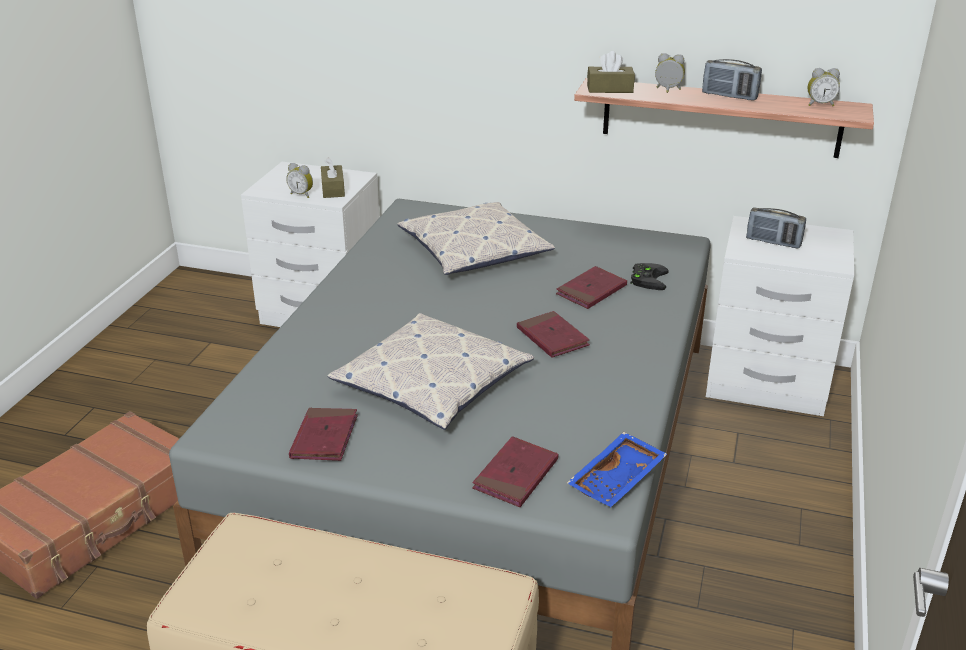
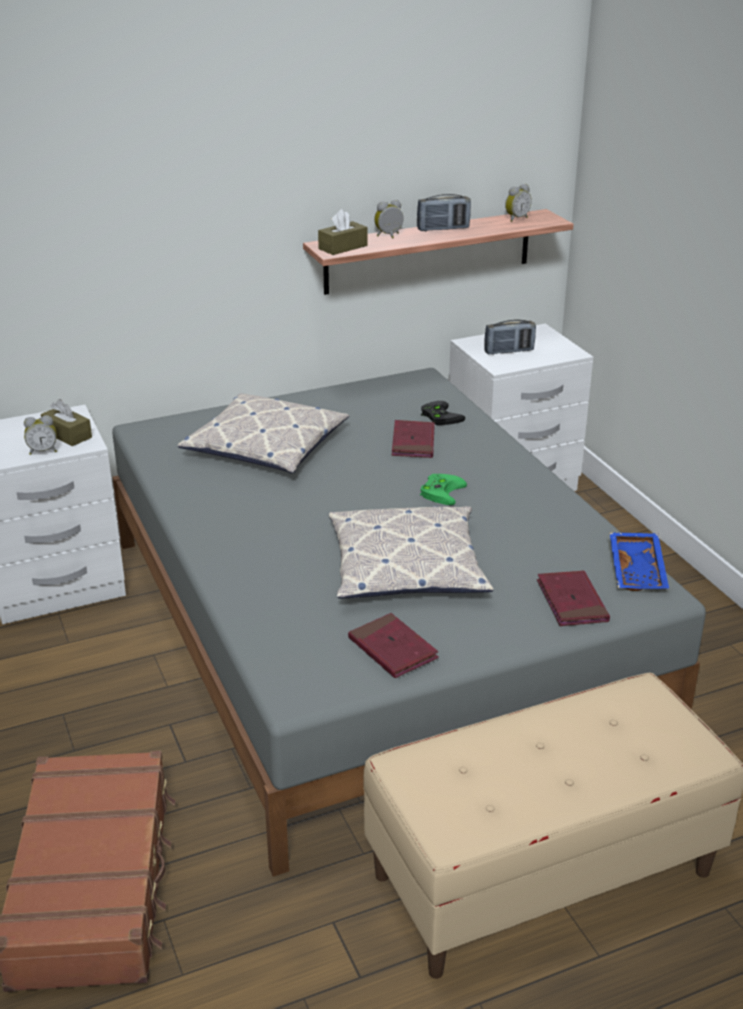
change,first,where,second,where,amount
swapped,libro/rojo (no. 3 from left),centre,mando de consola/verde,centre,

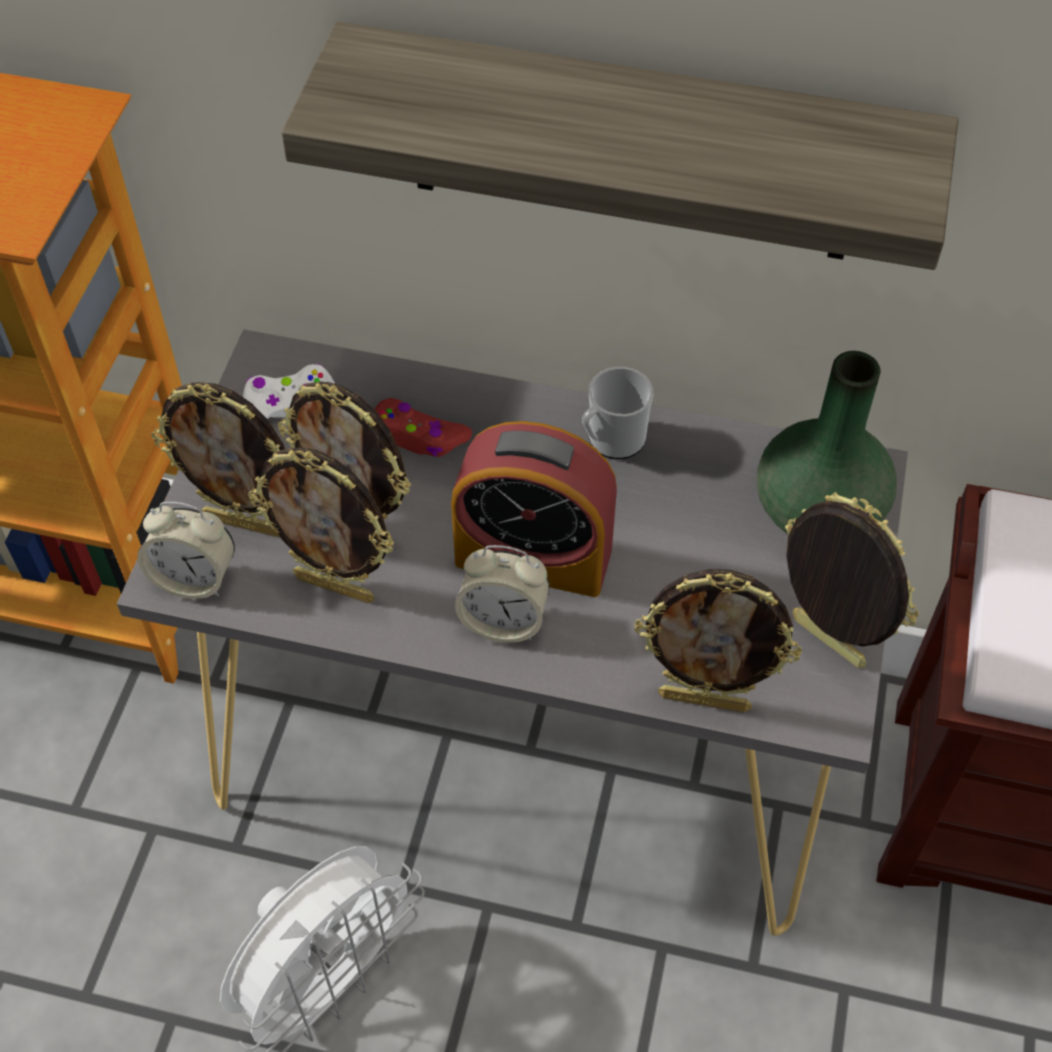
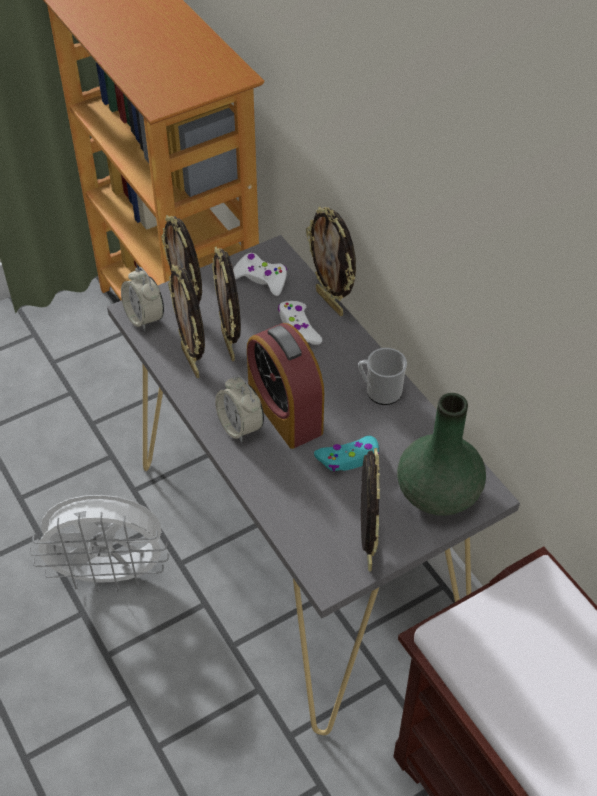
change,first,where,second,where,amount
gone,estante,top centre,,,
repainted,mando de consola/rojo,centre,mando de consola/blanco (no. 2 from left),centre,
shifted,portarretratos (no. 4 from left),middle right,,top centre,
new,,,mando de consola/turquesa,centre,

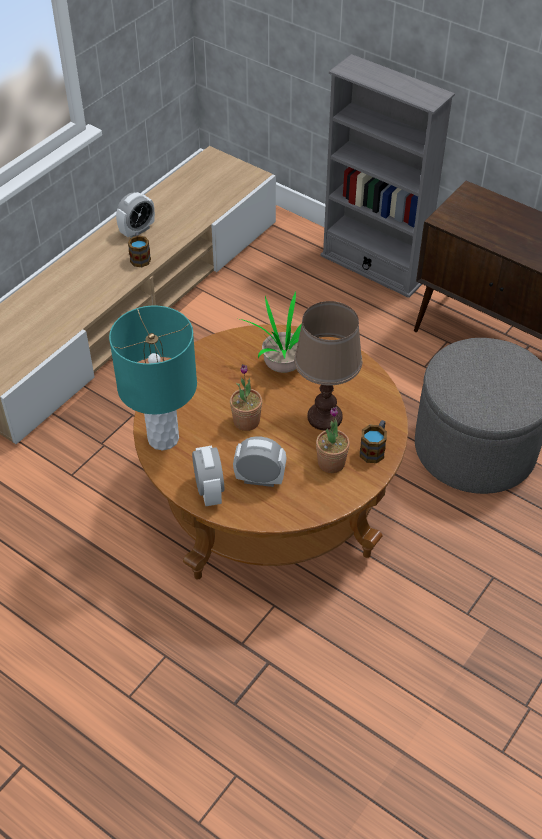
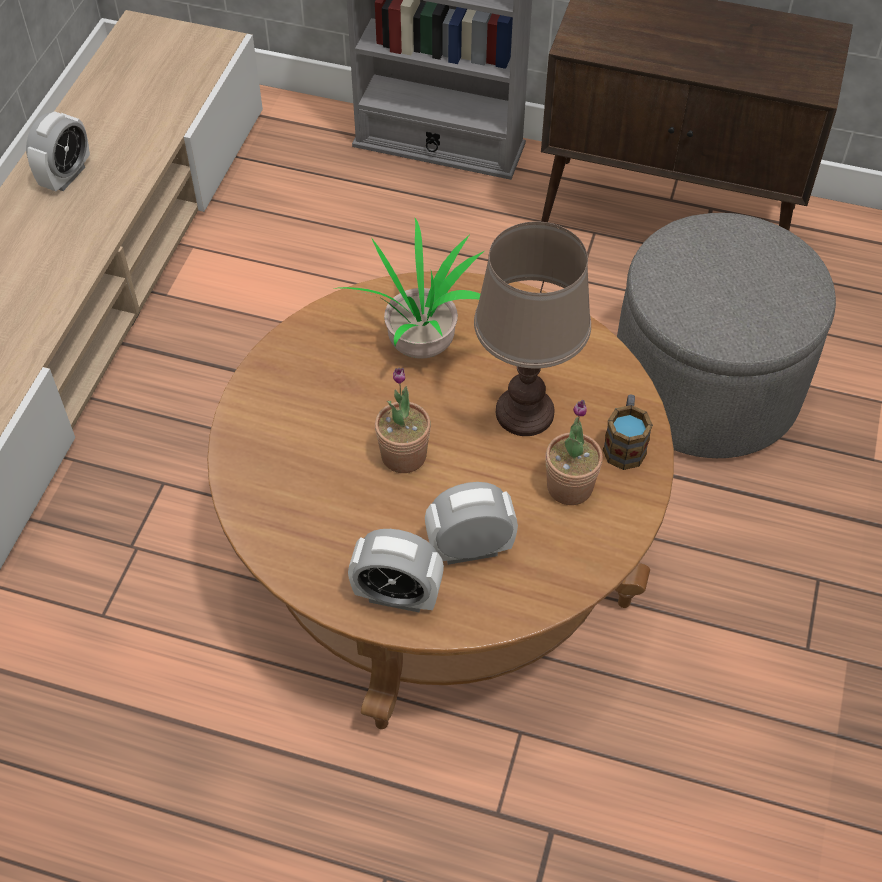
change,first,where,second,where,amount
gone,taza grande (no. 1 from left),top left,,,
gone,lámpara de mesa/turquesa,middle left,,,
rotated,despertador (no. 2 from left),centre,,centre,135 degrees clockwise

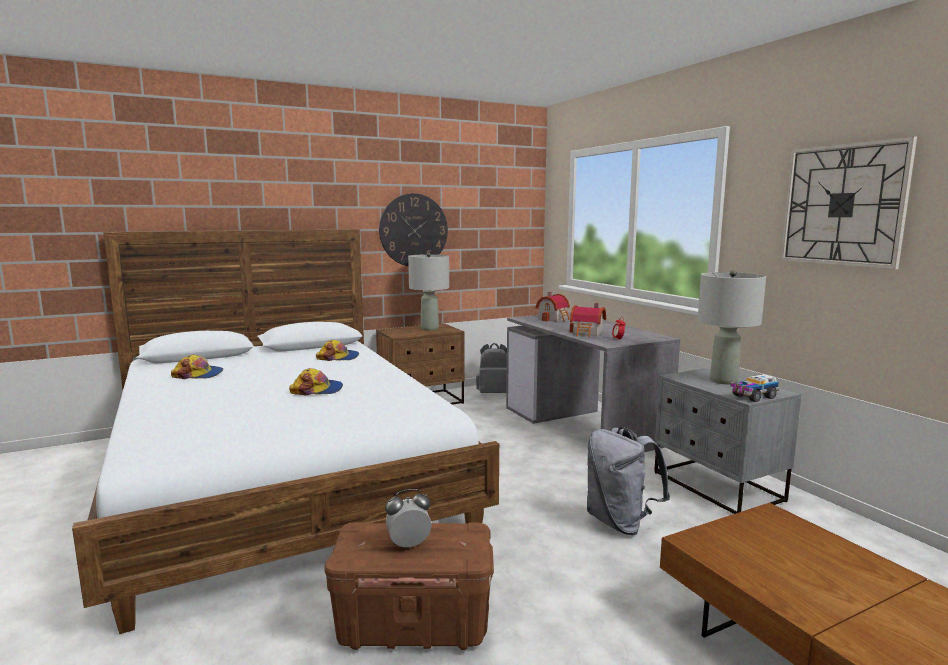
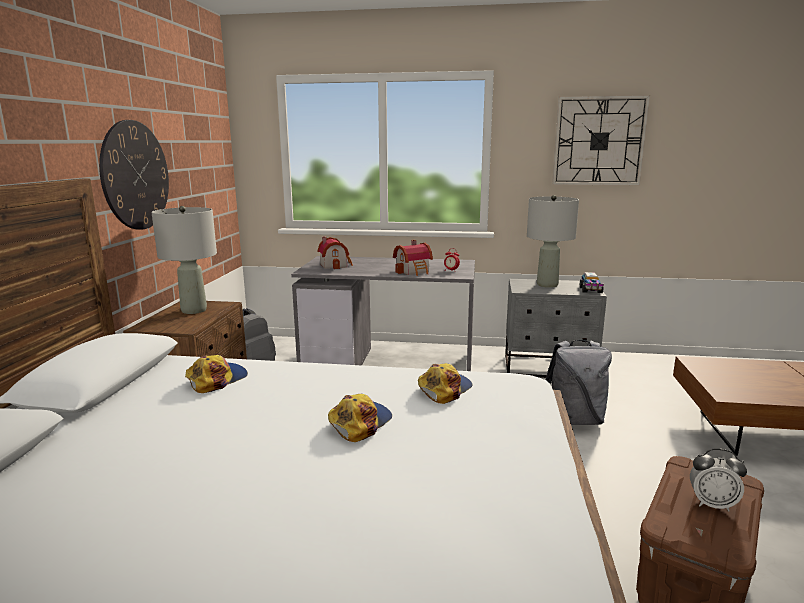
change,first,where,second,where,amount
shifted,gorra (no. 1 from left in the first image),middle left,gorra (no. 3 from left),centre,
rotated,despertador (no. 1 from left in the first image),bottom centre,despertador (no. 2 from left),bottom right,90 degrees counterclockwise

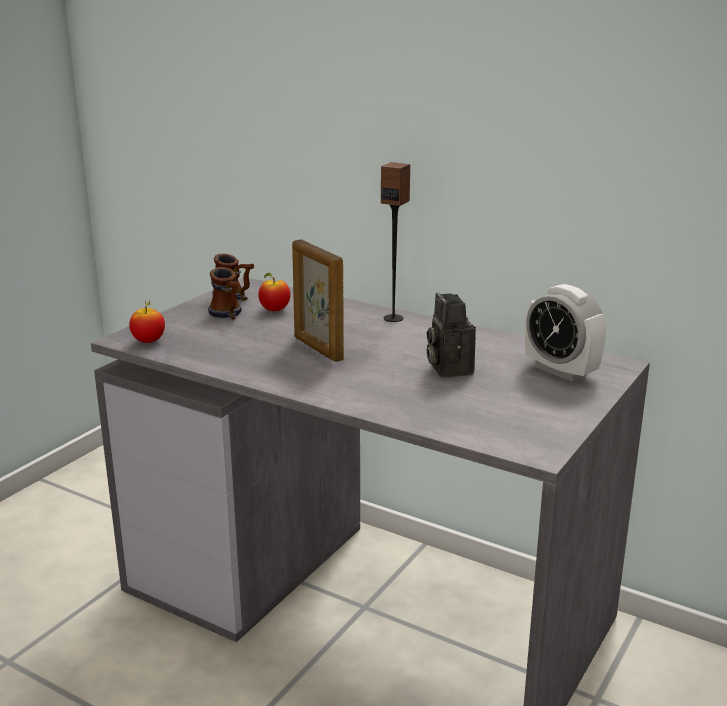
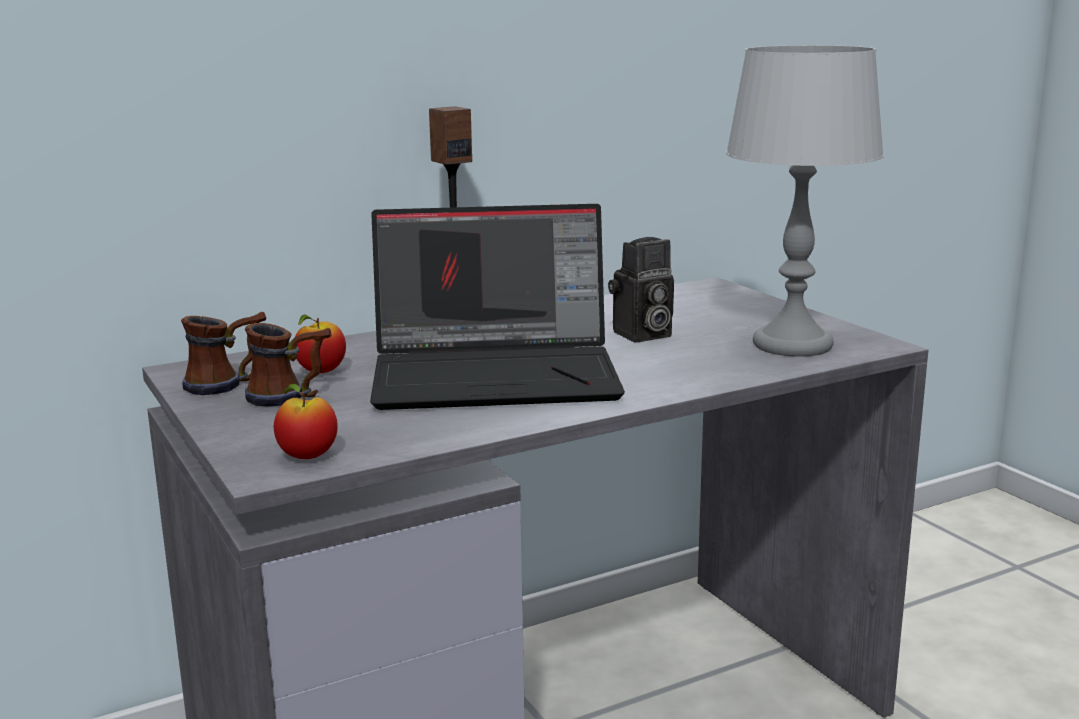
change,first,where,second,where,amount
swapped,portarretratos,centre,portátil,centre,
gone,despertador,middle right,,,
rotated,cámara,centre,,centre,45 degrees counterclockwise
new,,,lámpara de mesa/gris,top right,

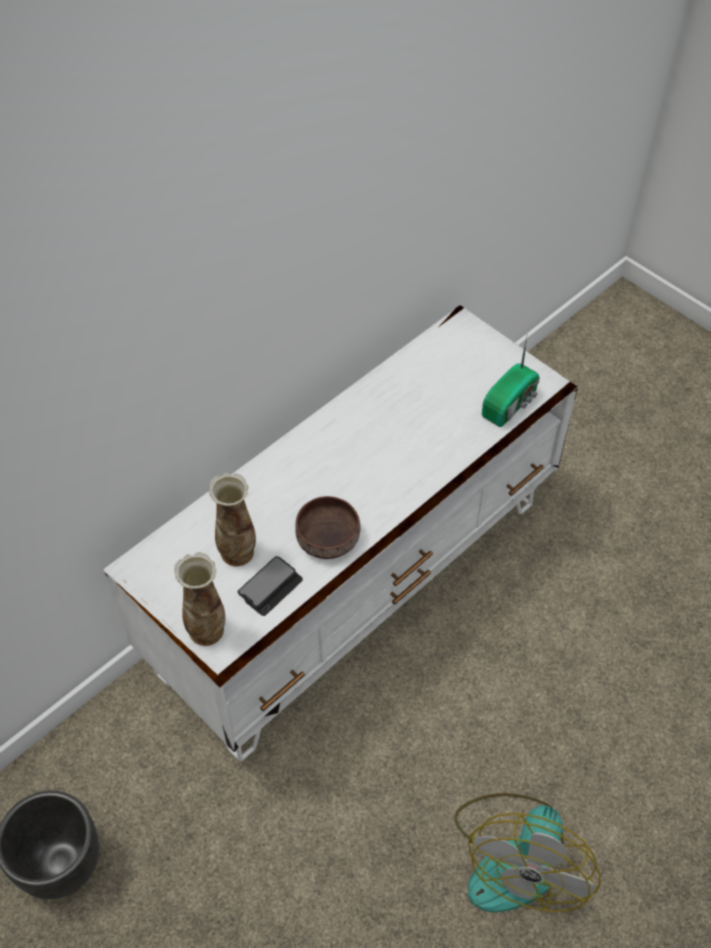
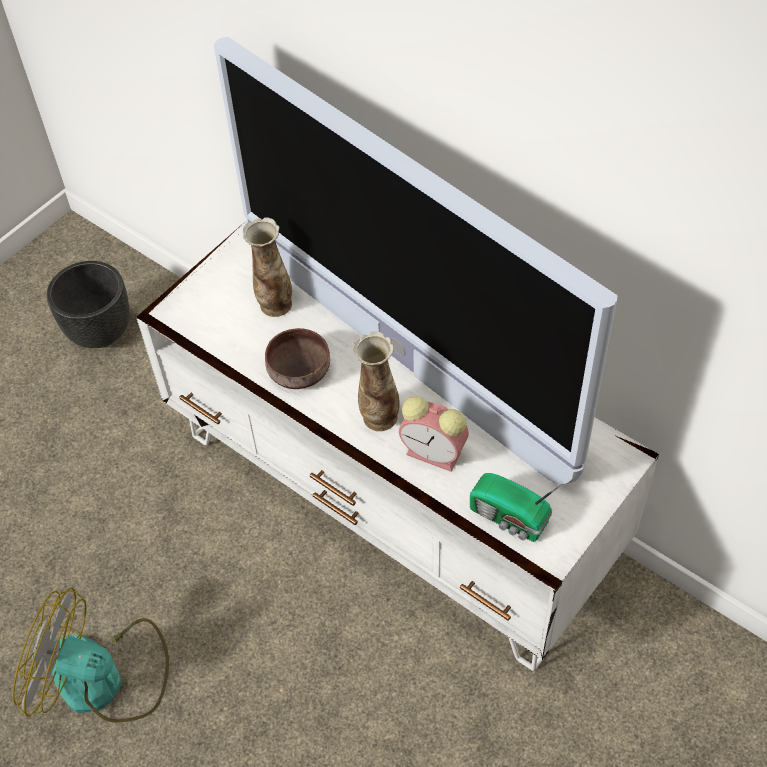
change,first,where,second,where,amount
shifted,florero (no. 1 from left in the first image),middle left,florero (no. 2 from left),centre,
gone,móvil,centre,,,
new,,,televisor,centre,
new,,,despertador,centre,

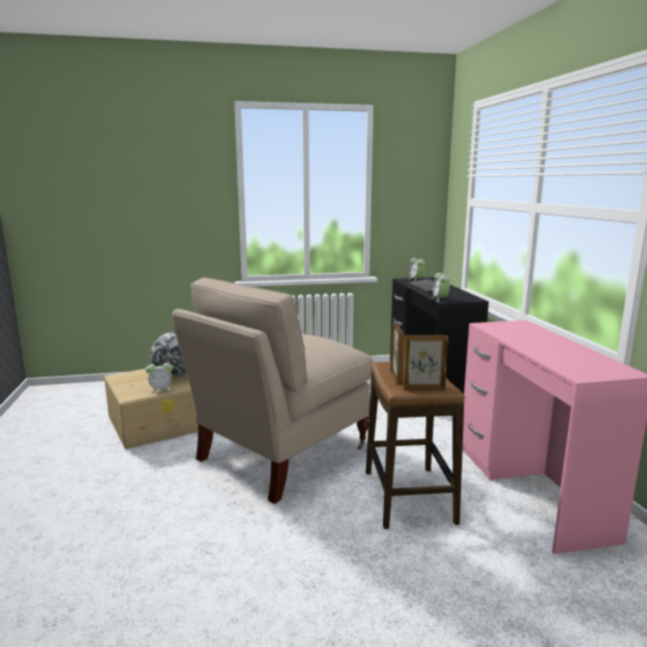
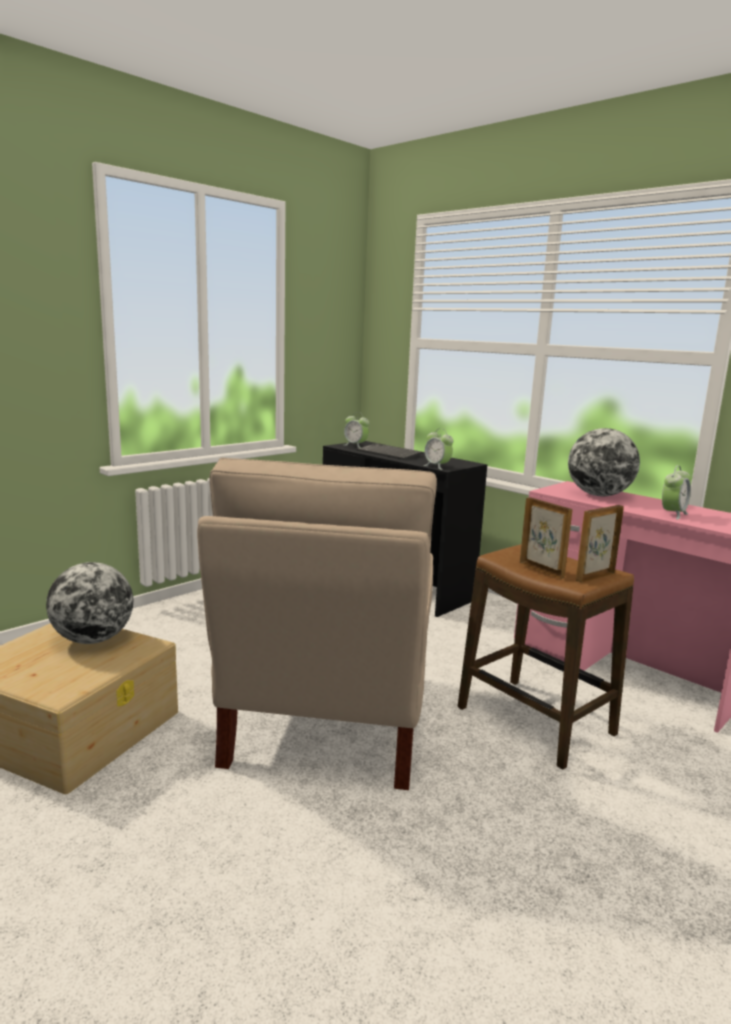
change,first,where,second,where,amount
shifted,despertador (no. 1 from left in the first image),middle left,despertador (no. 3 from left),middle right,
new,,,globo terráqueo (no. 2 from left),middle right,

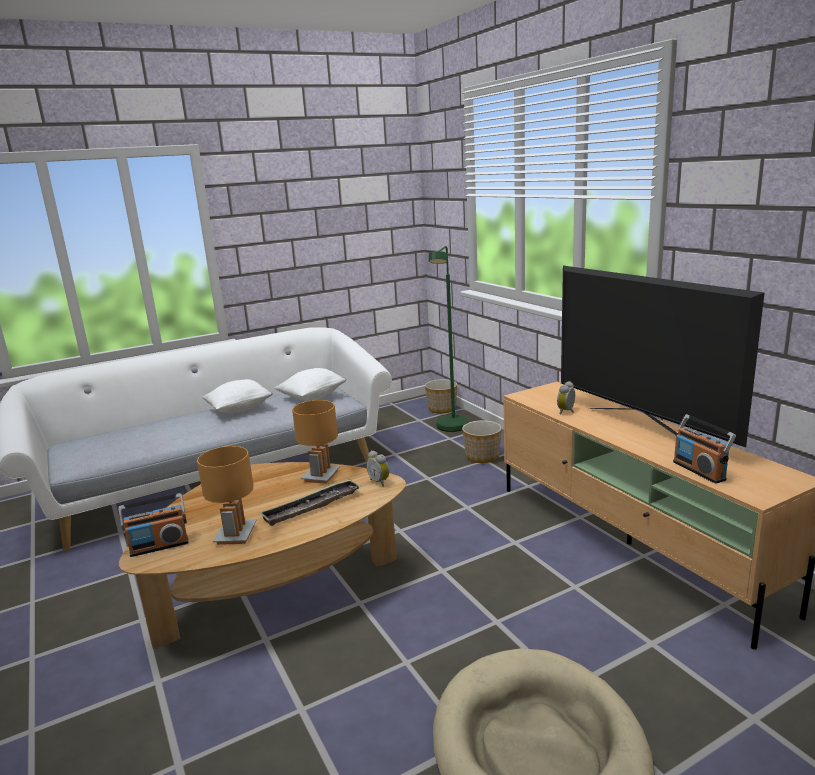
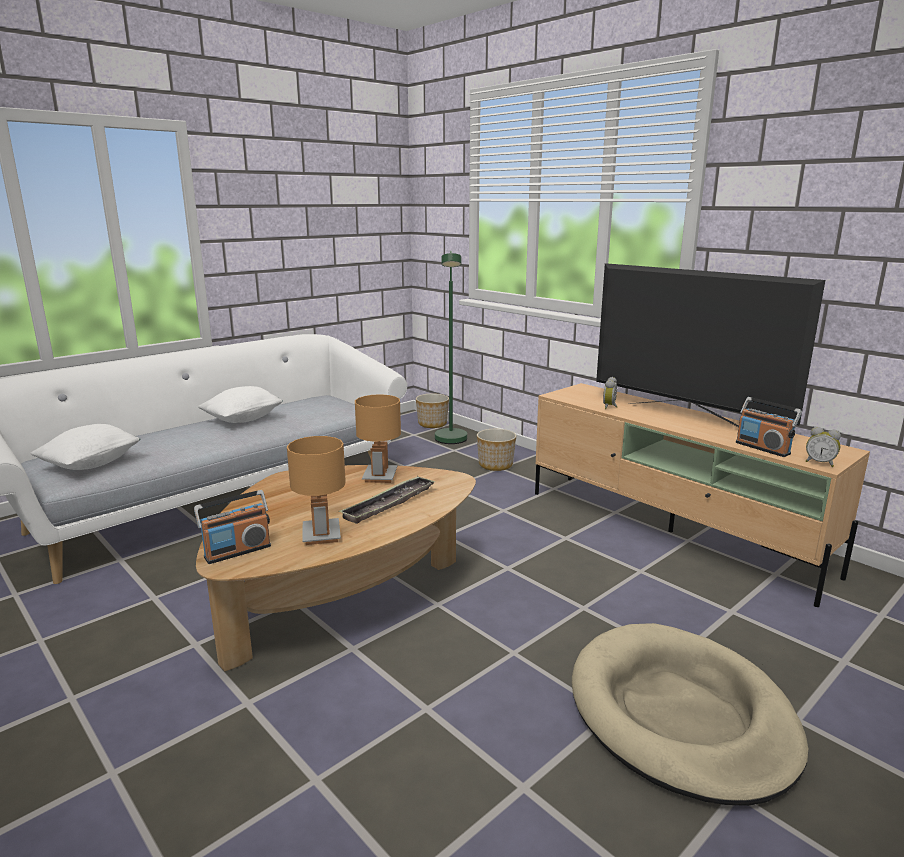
change,first,where,second,where,amount
shifted,cojín/blanco (no. 2 from left in the first image),centre,cojín/blanco (no. 1 from left),middle left,
shifted,despertador (no. 1 from left in the first image),centre,despertador (no. 2 from left),middle right,

